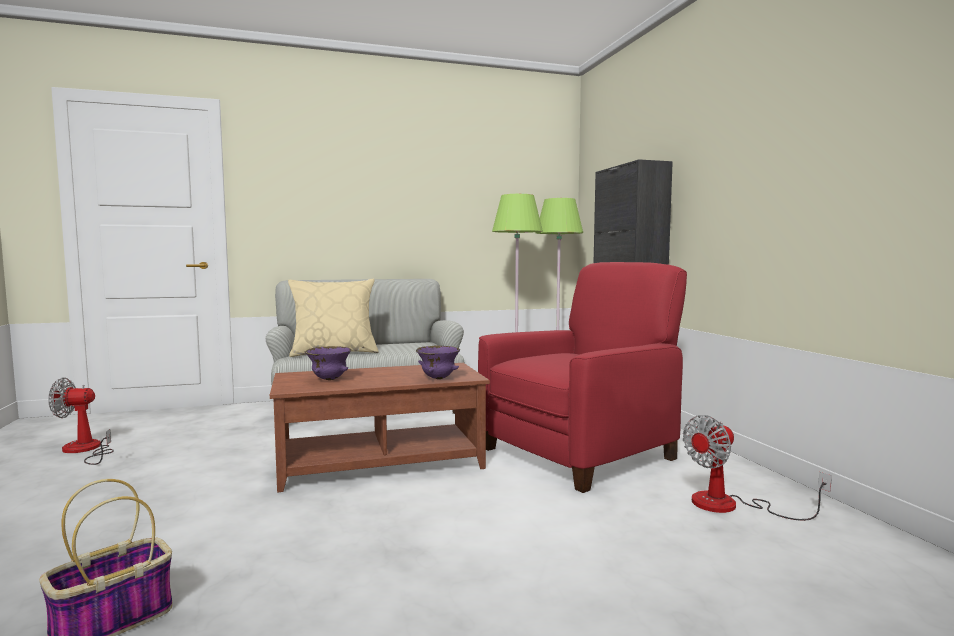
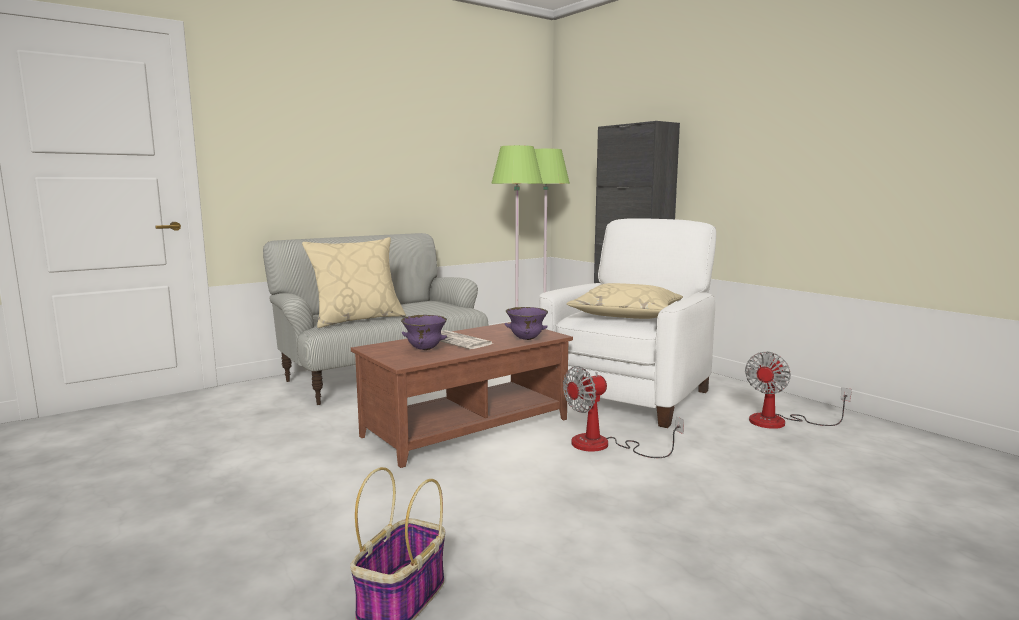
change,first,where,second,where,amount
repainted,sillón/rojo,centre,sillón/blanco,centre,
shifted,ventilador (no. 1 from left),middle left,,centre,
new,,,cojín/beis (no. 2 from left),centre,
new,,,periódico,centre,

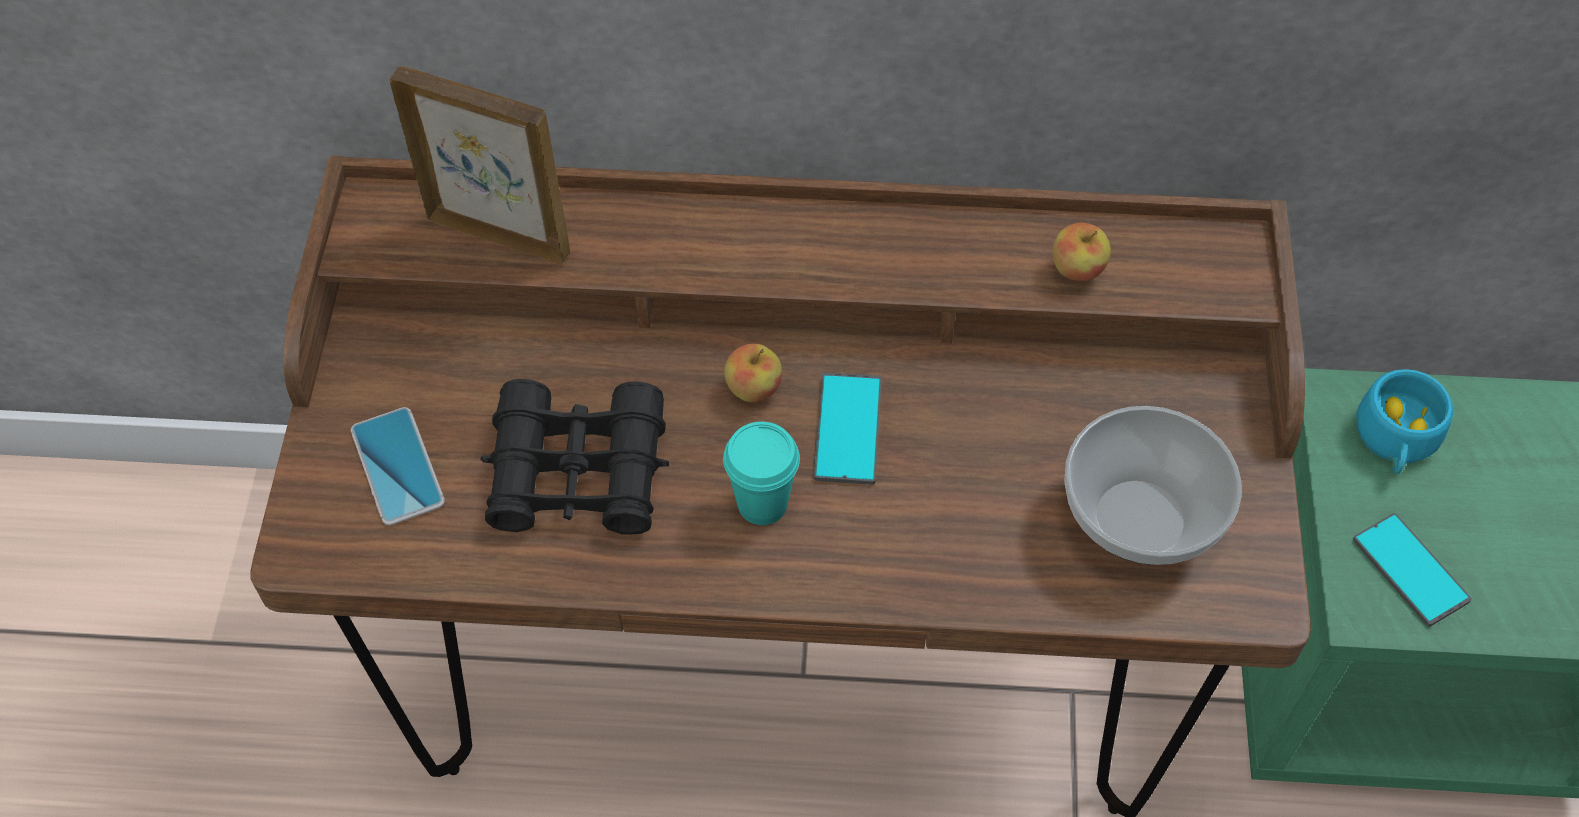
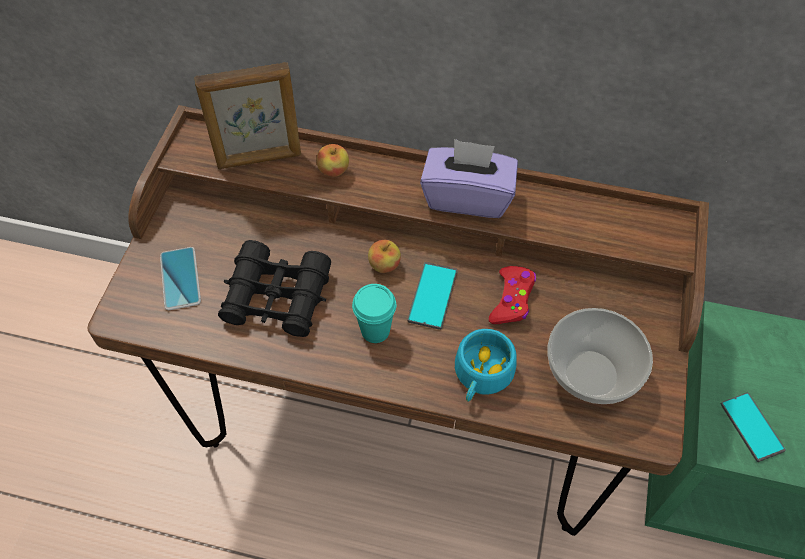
change,first,where,second,where,amount
rotated,portarretratos,top left,,top left,135 degrees clockwise
shifted,manzana (no. 2 from left in the first image),top right,manzana (no. 1 from left),top centre,
shifted,taza/turquesa (no. 2 from left),middle right,,centre,
new,,,caja de pañuelos/morado,top centre,
new,,,mando de consola/rojo,centre,

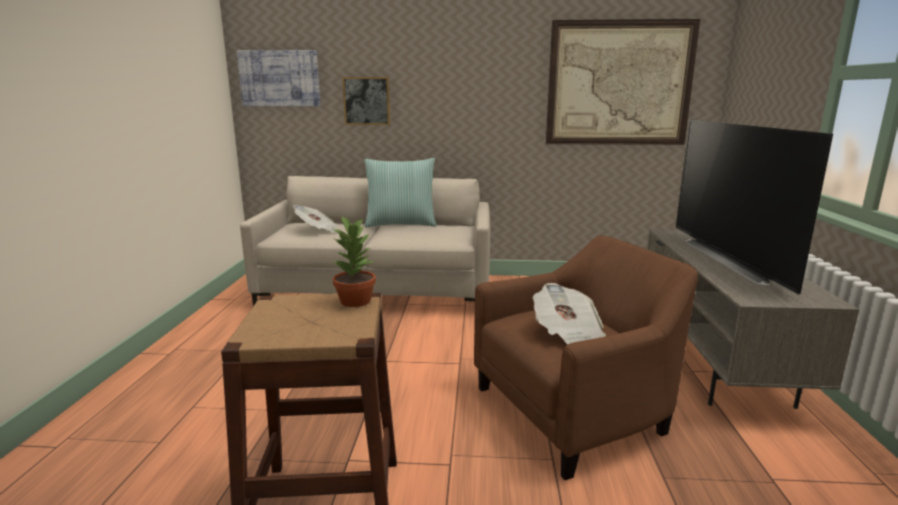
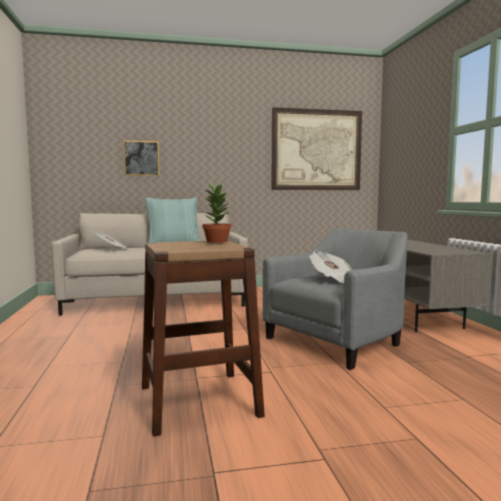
change,first,where,second,where,amount
gone,cuadro (no. 1 from left),top left,,,
gone,televisor,middle right,,,
repainted,sillón/marrón,bottom centre,sillón/gris,middle right,

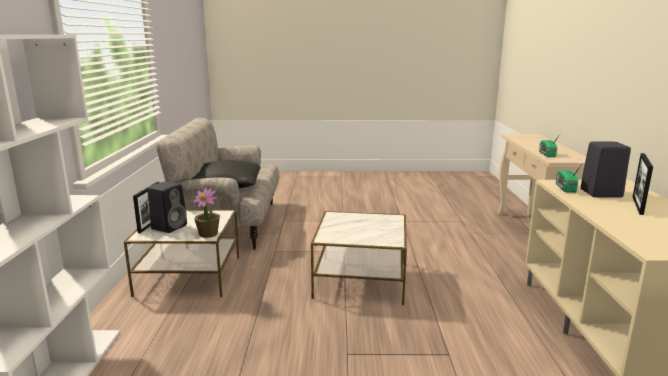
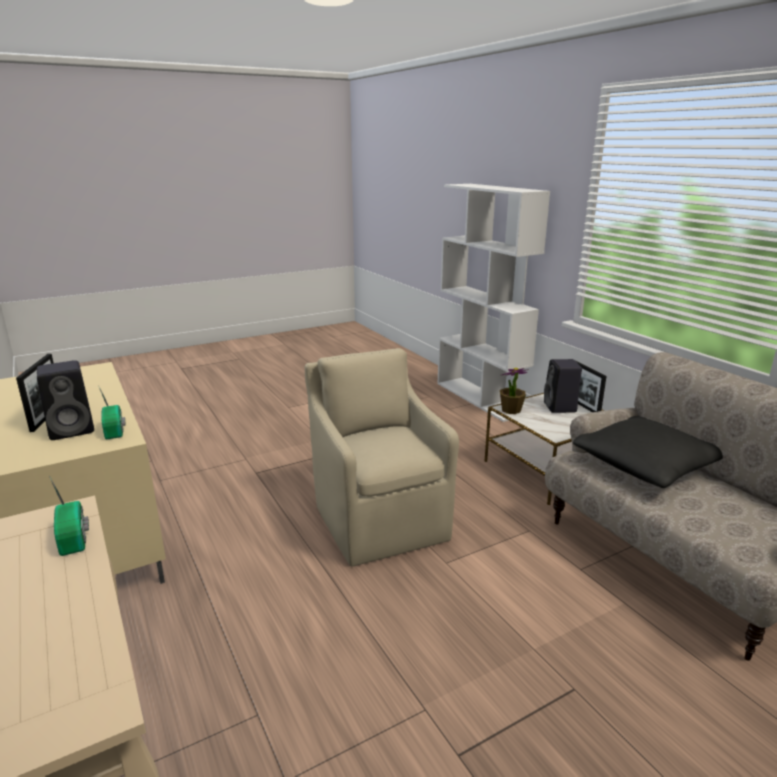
change,first,where,second,where,amount
swapped,mesa auxiliar (no. 2 from left),bottom centre,sillón/beis,centre,

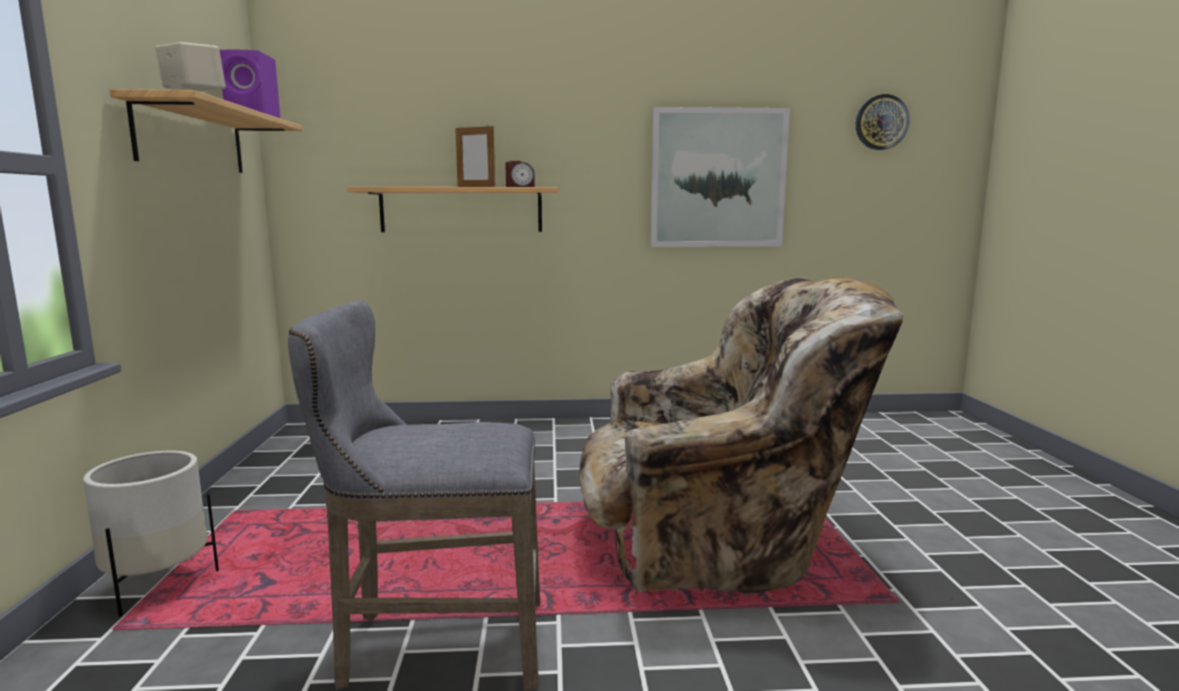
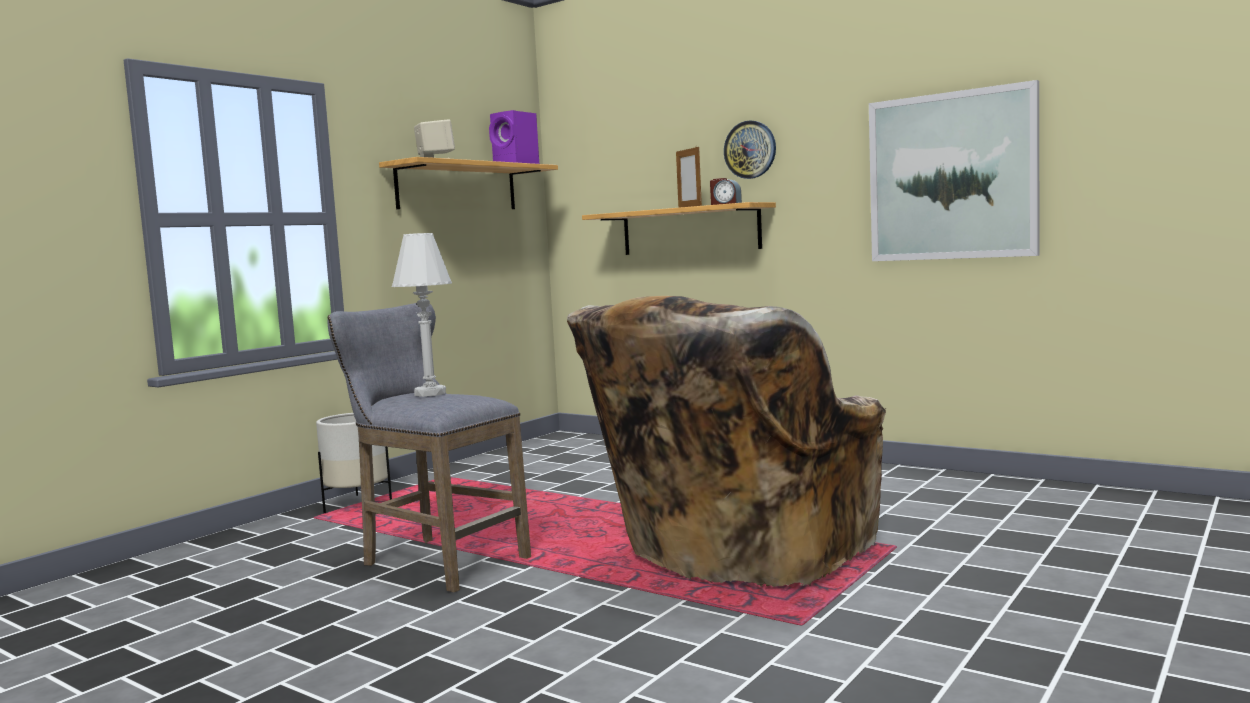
change,first,where,second,where,amount
shifted,reloj de pared,top right,,top centre,
rotated,sillón/beis,centre,,centre,90 degrees clockwise
new,,,lámpara de mesa/blanco,centre,

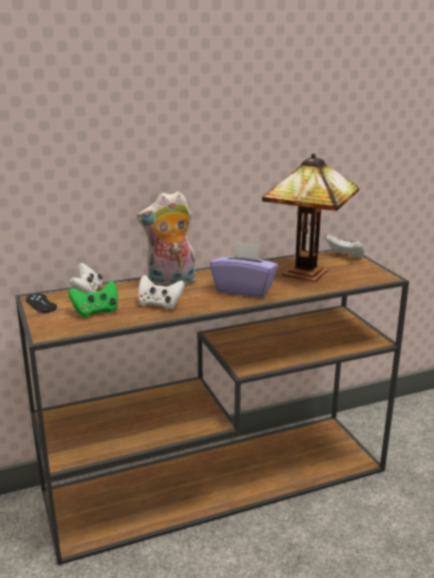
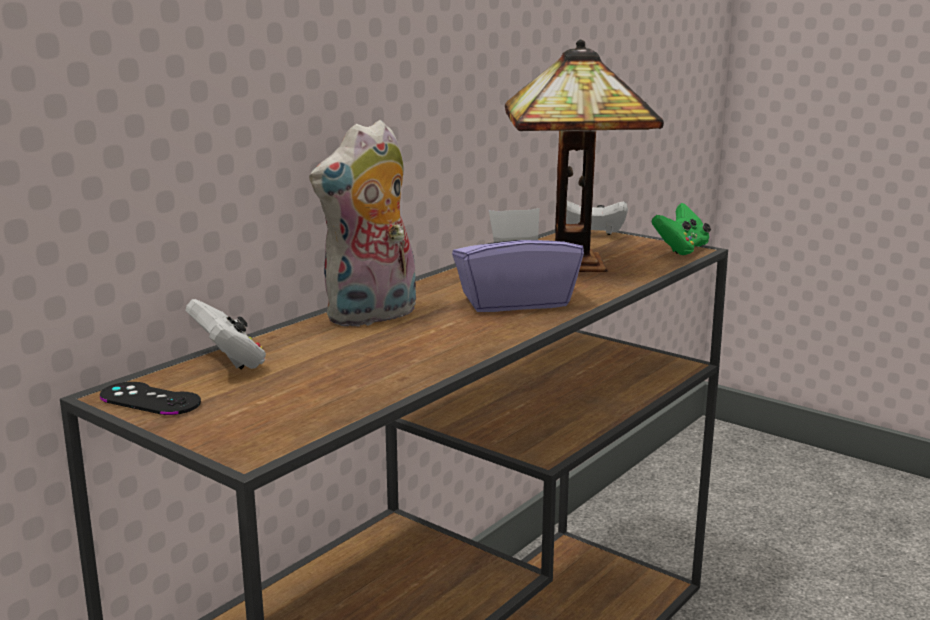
change,first,where,second,where,amount
gone,mando de consola/blanco (no. 2 from left),centre,,,
shifted,mando de consola/verde,middle left,,middle right,

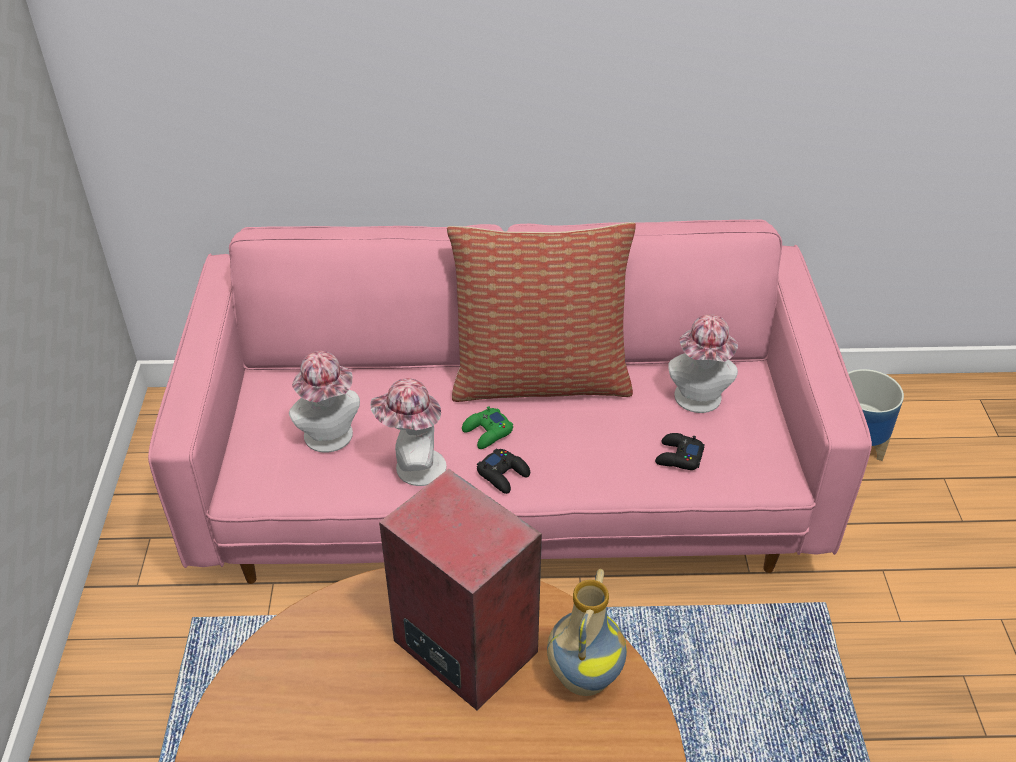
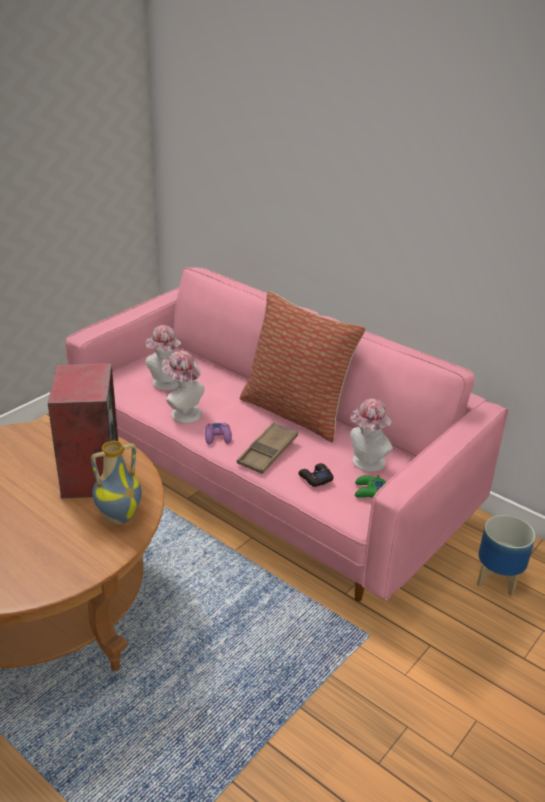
change,first,where,second,where,amount
shifted,mando de consola/verde,centre,,middle right,
repainted,mando de consola/negro (no. 1 from left),centre,mando de consola/morado,centre,
new,,,bandeja/marrón,centre,

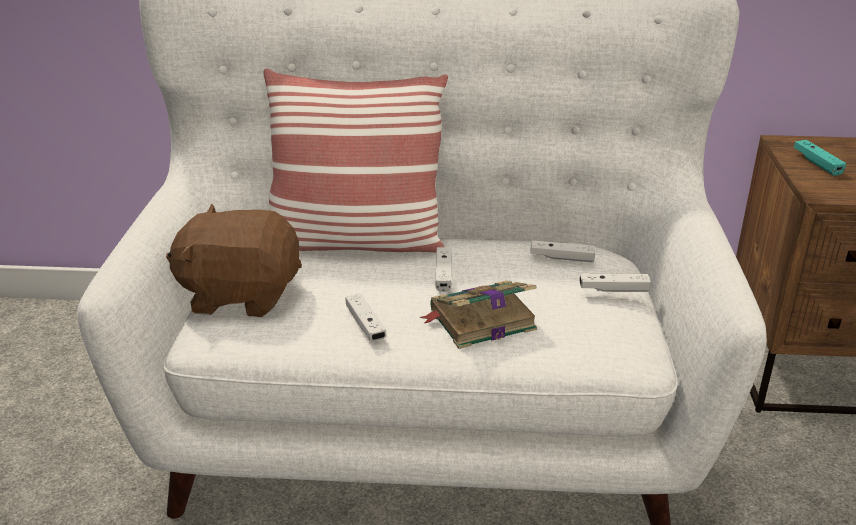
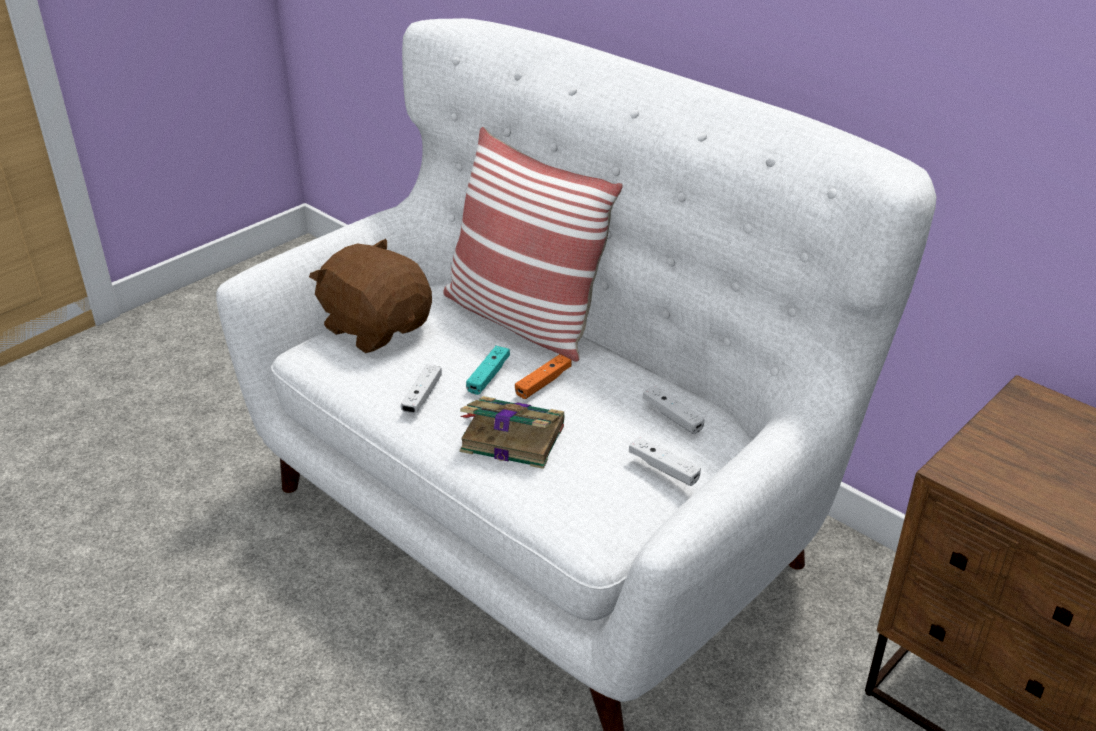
change,first,where,second,where,amount
shifted,mando de consola/turquesa,top right,,centre,
repainted,mando de consola/blanco (no. 2 from left),centre,mando de consola/naranja,centre,

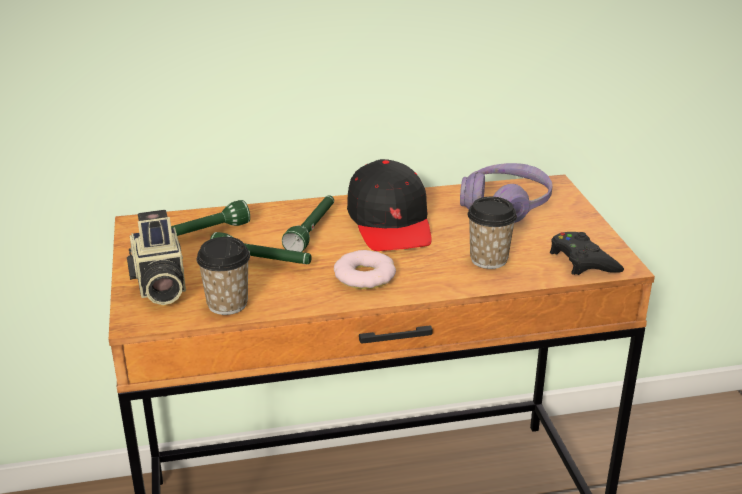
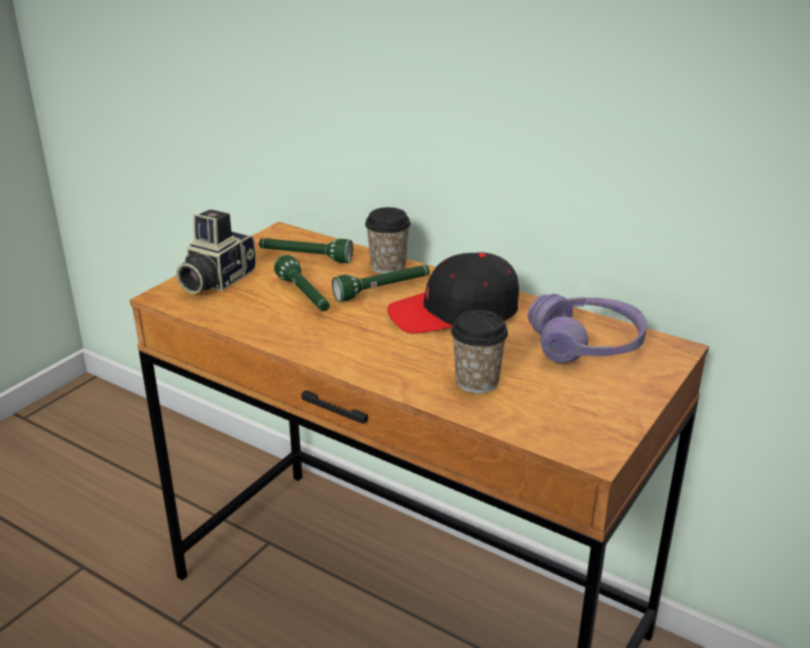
change,first,where,second,where,amount
rotated,gorra/negro,centre,,centre,45 degrees clockwise
gone,mando de consola/negro,middle right,,,
shifted,taza (no. 1 from left),middle left,,centre,
gone,rosquilla,centre,,,

